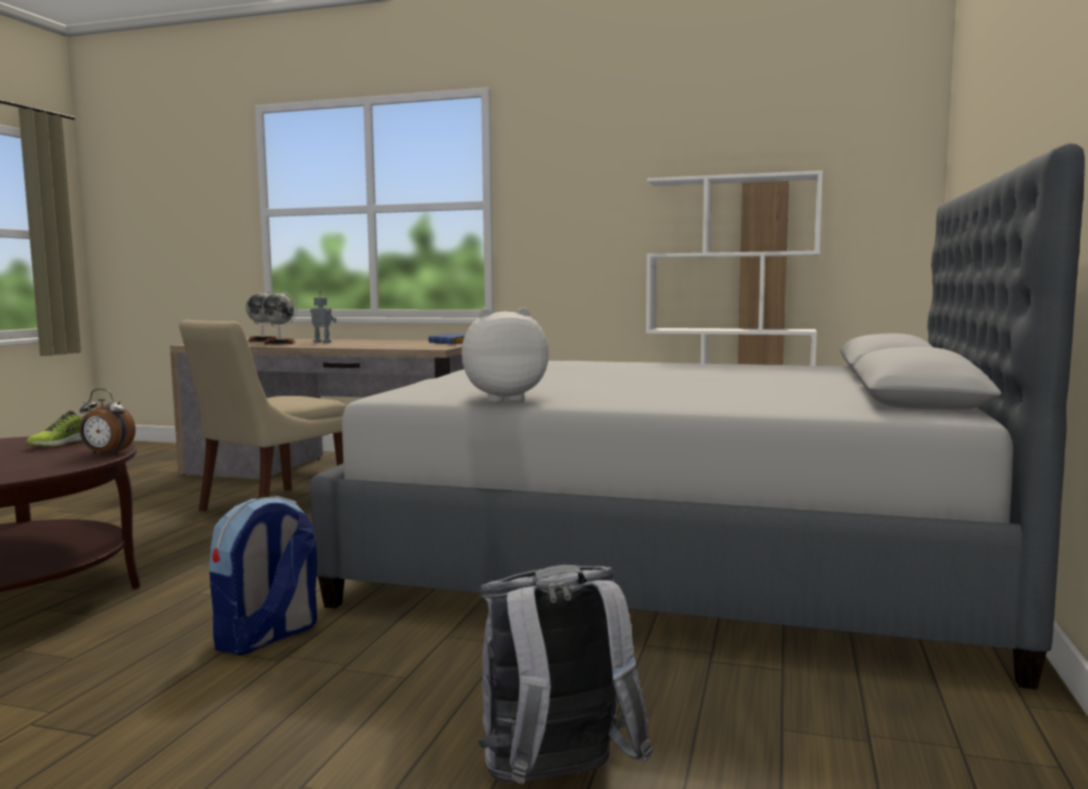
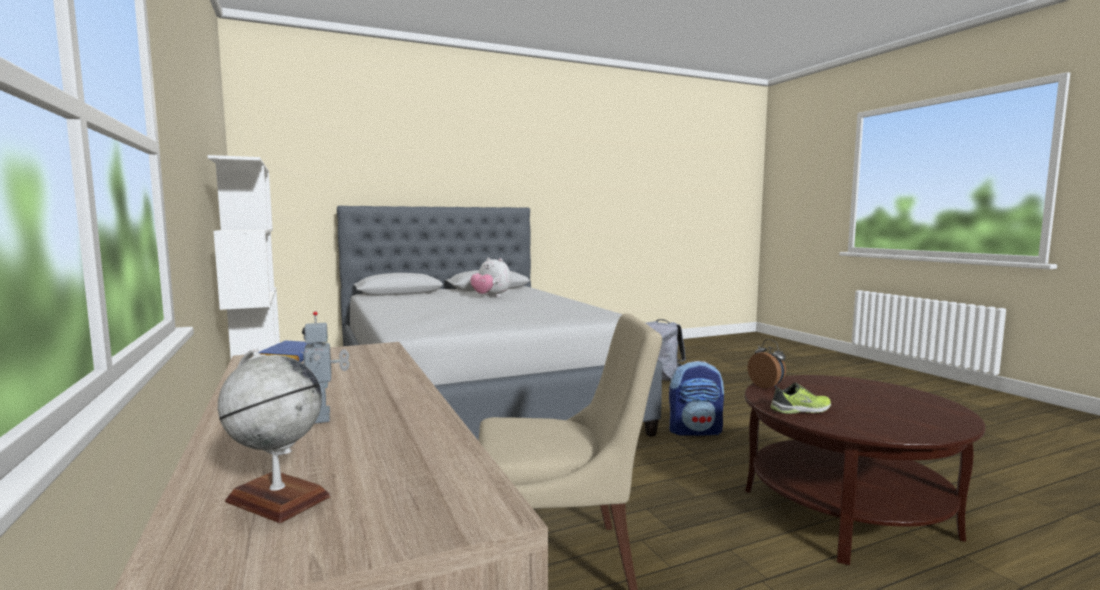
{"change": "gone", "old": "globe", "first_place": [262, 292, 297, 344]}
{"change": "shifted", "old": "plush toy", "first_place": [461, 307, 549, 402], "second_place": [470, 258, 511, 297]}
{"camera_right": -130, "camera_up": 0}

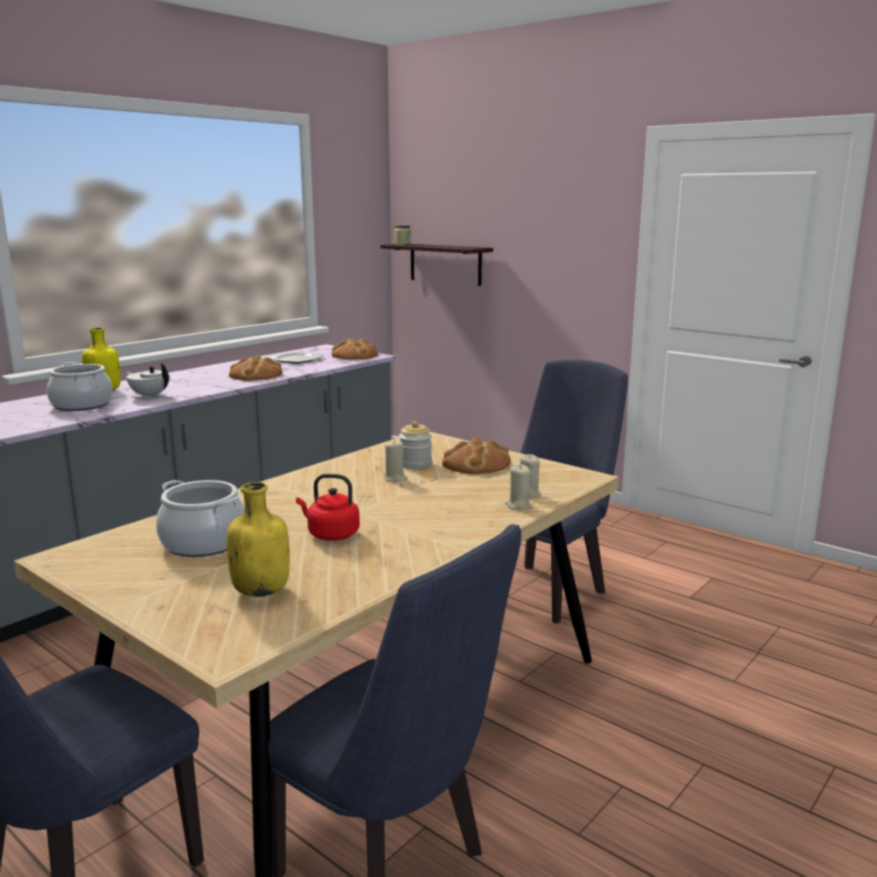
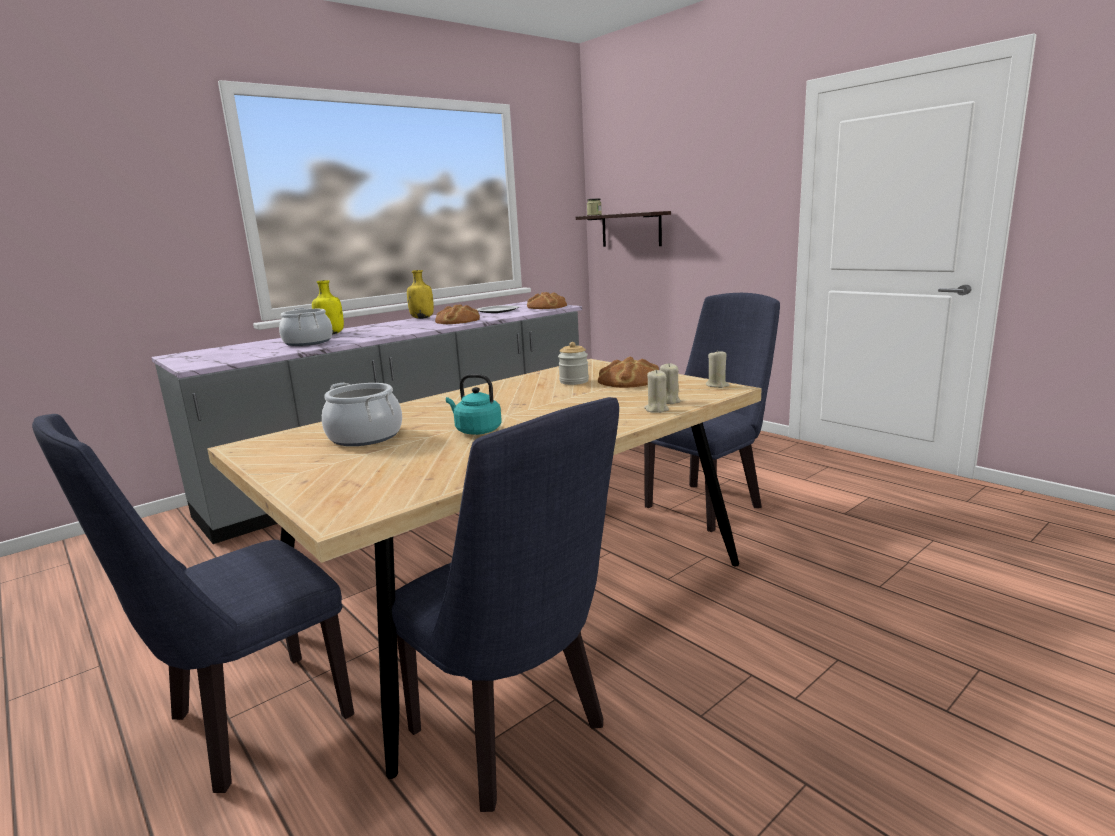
{"change": "gone", "old": "teapot (white)", "first_place": [126, 363, 170, 398]}
{"change": "shifted", "old": "candle (beige)", "first_place": [383, 440, 408, 482], "second_place": [706, 349, 729, 388]}
{"change": "repainted", "old": "kettle (red)", "new": "kettle (turquoise)", "first_place": [296, 474, 360, 541], "second_place": [446, 374, 502, 435]}
{"change": "shifted", "old": "bottle (yellow)", "first_place": [227, 482, 290, 597], "second_place": [407, 270, 434, 319]}
{"camera_right": 10, "camera_up": 0}

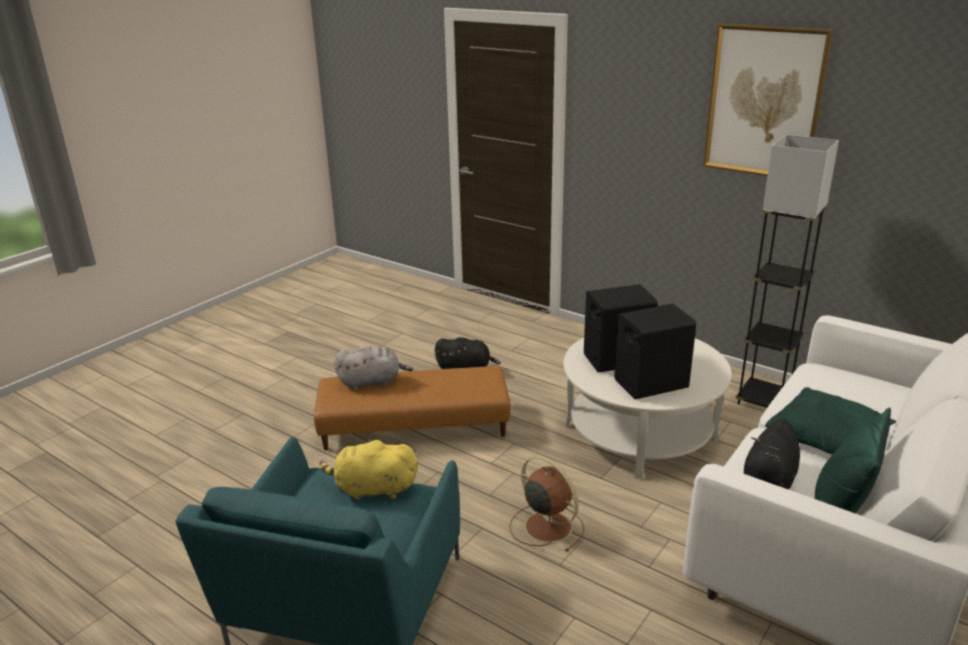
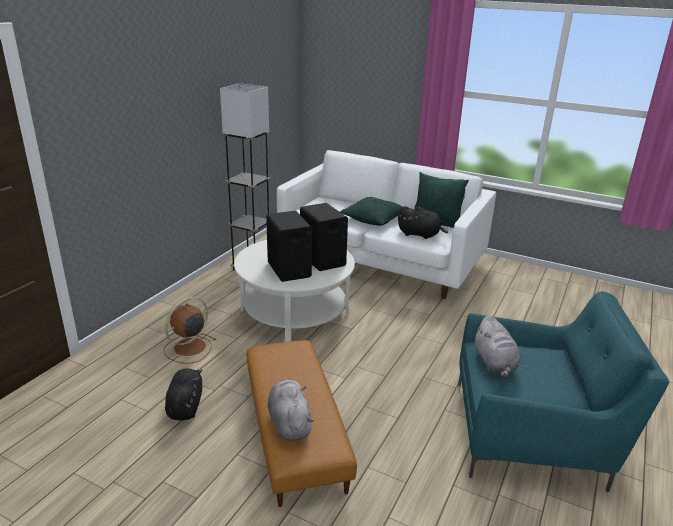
{"change": "gone", "old": "picture", "first_place": [703, 24, 833, 176]}
{"change": "repainted", "old": "plush toy (yellow)", "new": "plush toy (grey)", "first_place": [320, 438, 418, 501], "second_place": [475, 315, 520, 378]}
{"change": "shifted", "old": "fan (brown)", "first_place": [510, 456, 584, 552], "second_place": [164, 297, 216, 364]}
{"camera_right": -100, "camera_up": 0}

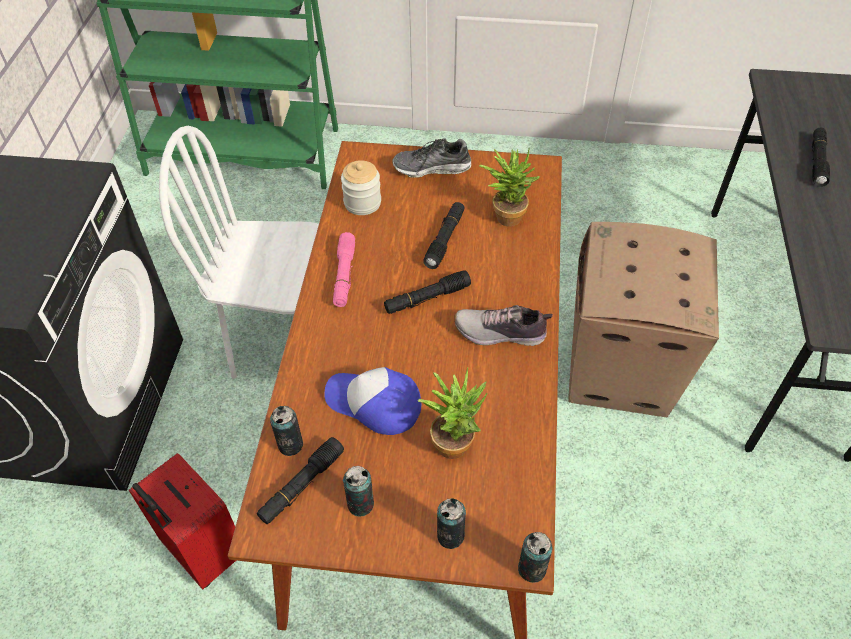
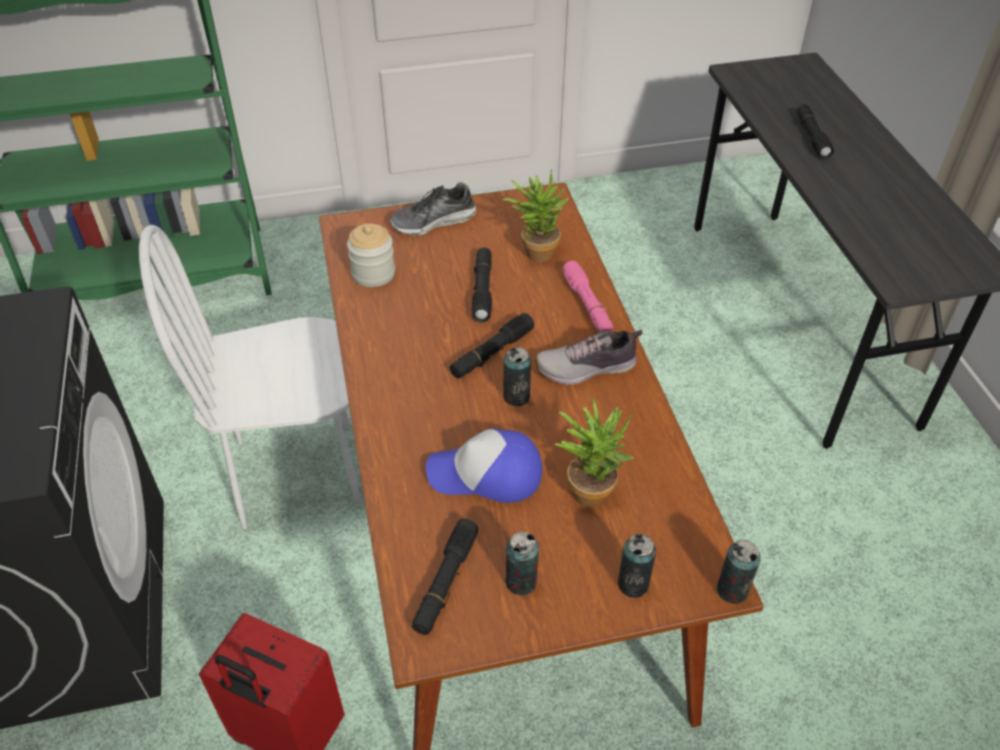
{"change": "gone", "old": "cardboard box", "first_place": [568, 222, 719, 418]}
{"change": "shifted", "old": "flashlight (pink)", "first_place": [333, 232, 355, 307], "second_place": [563, 261, 613, 332]}
{"change": "shifted", "old": "can", "first_place": [270, 406, 303, 456], "second_place": [503, 347, 531, 406]}
{"camera_right": -20, "camera_up": -5}

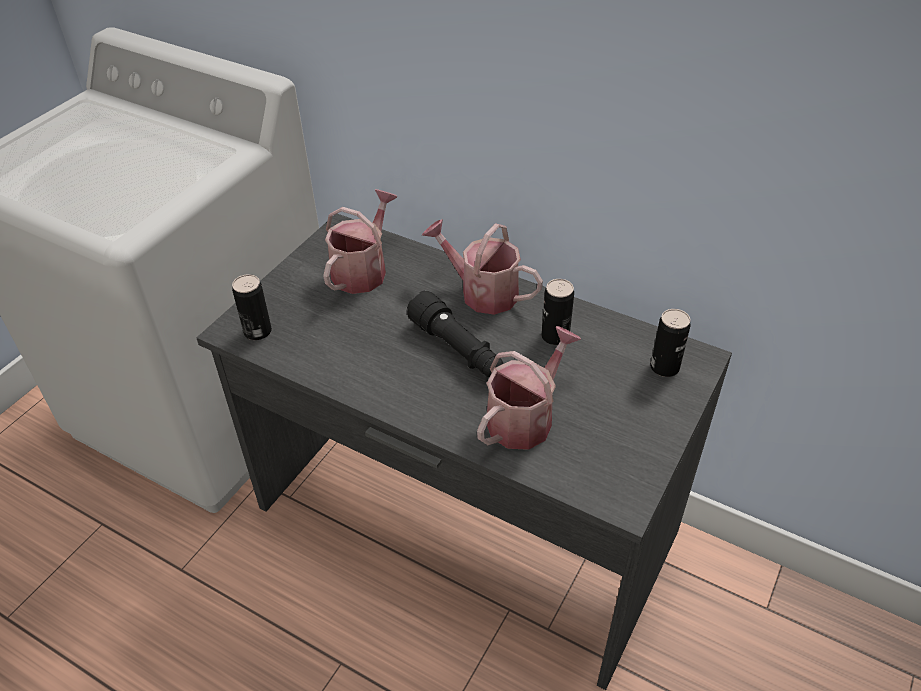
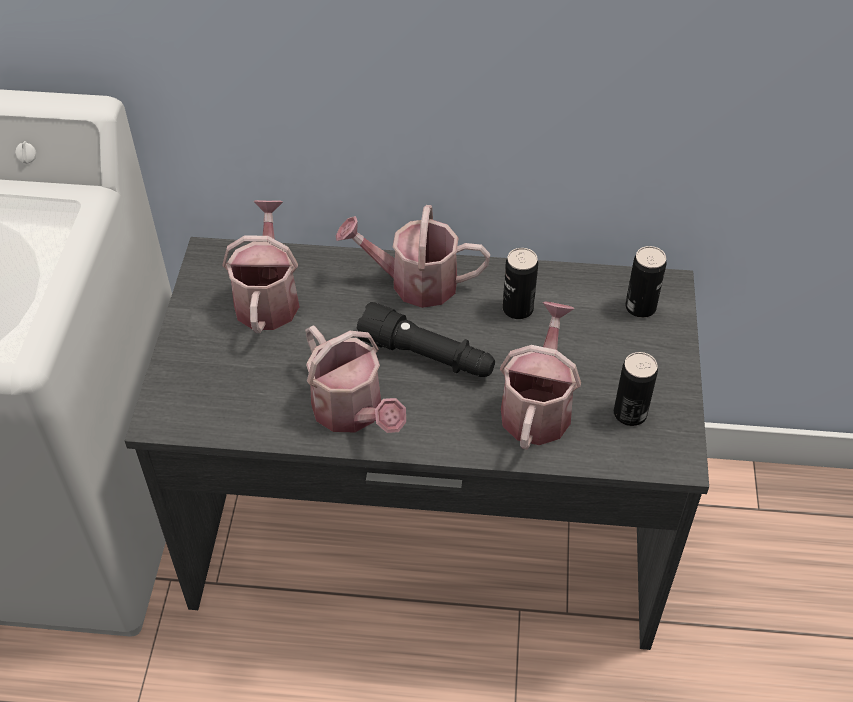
{"change": "shifted", "old": "can", "first_place": [232, 274, 272, 340], "second_place": [614, 352, 658, 426]}
{"change": "new", "new": "watering can", "second_place": [305, 325, 406, 433]}
{"camera_right": -25, "camera_up": 5}

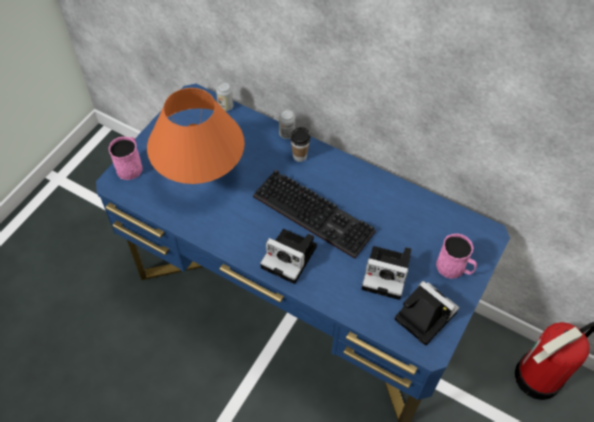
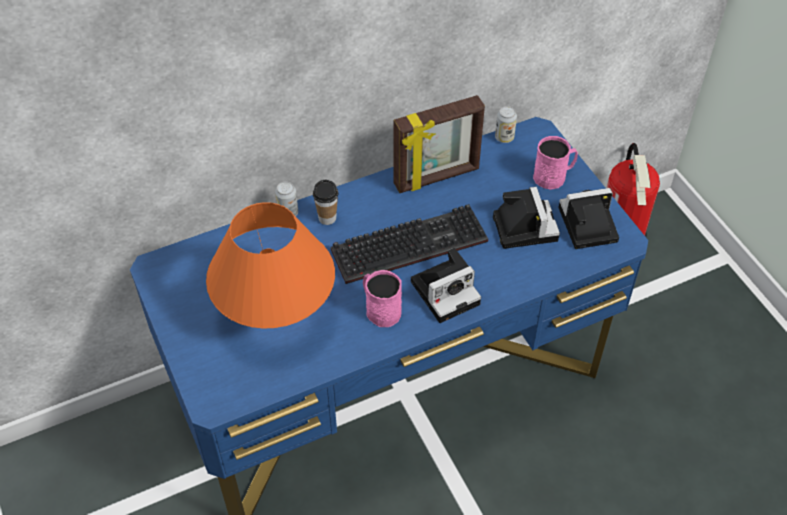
{"change": "shifted", "old": "can", "first_place": [216, 82, 234, 111], "second_place": [495, 106, 517, 143]}
{"change": "shifted", "old": "mug (pink)", "first_place": [109, 137, 143, 180], "second_place": [363, 270, 402, 327]}
{"change": "rotated", "old": "photo camera", "first_place": [362, 246, 412, 300], "second_place": [493, 187, 560, 249], "degrees": -60}
{"change": "new", "new": "picture frame", "second_place": [394, 95, 485, 193]}
{"camera_right": -55, "camera_up": -5}

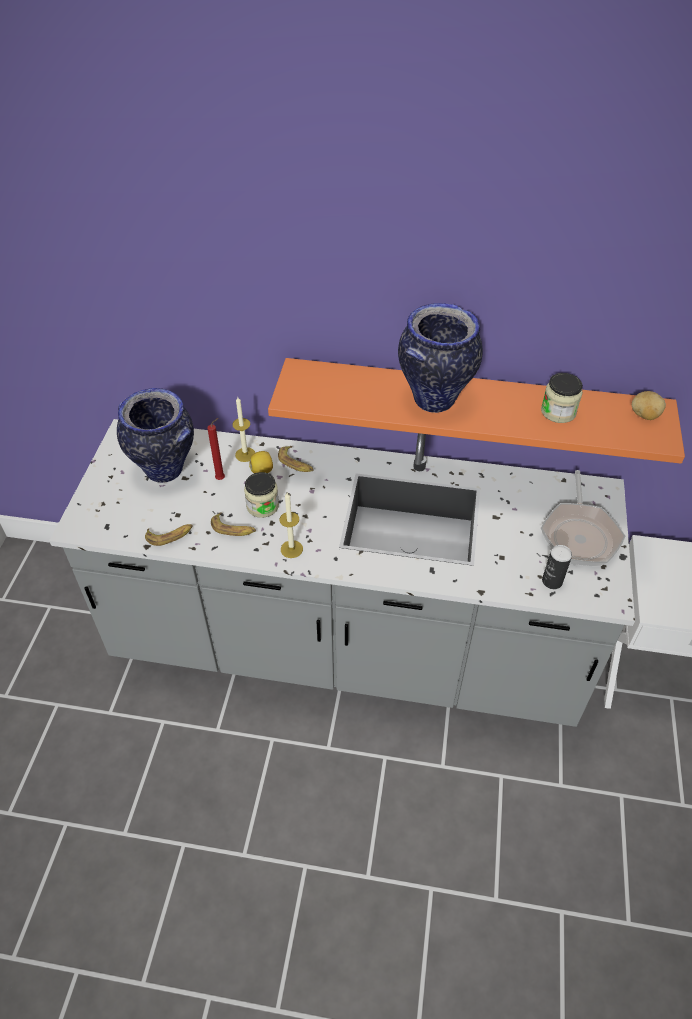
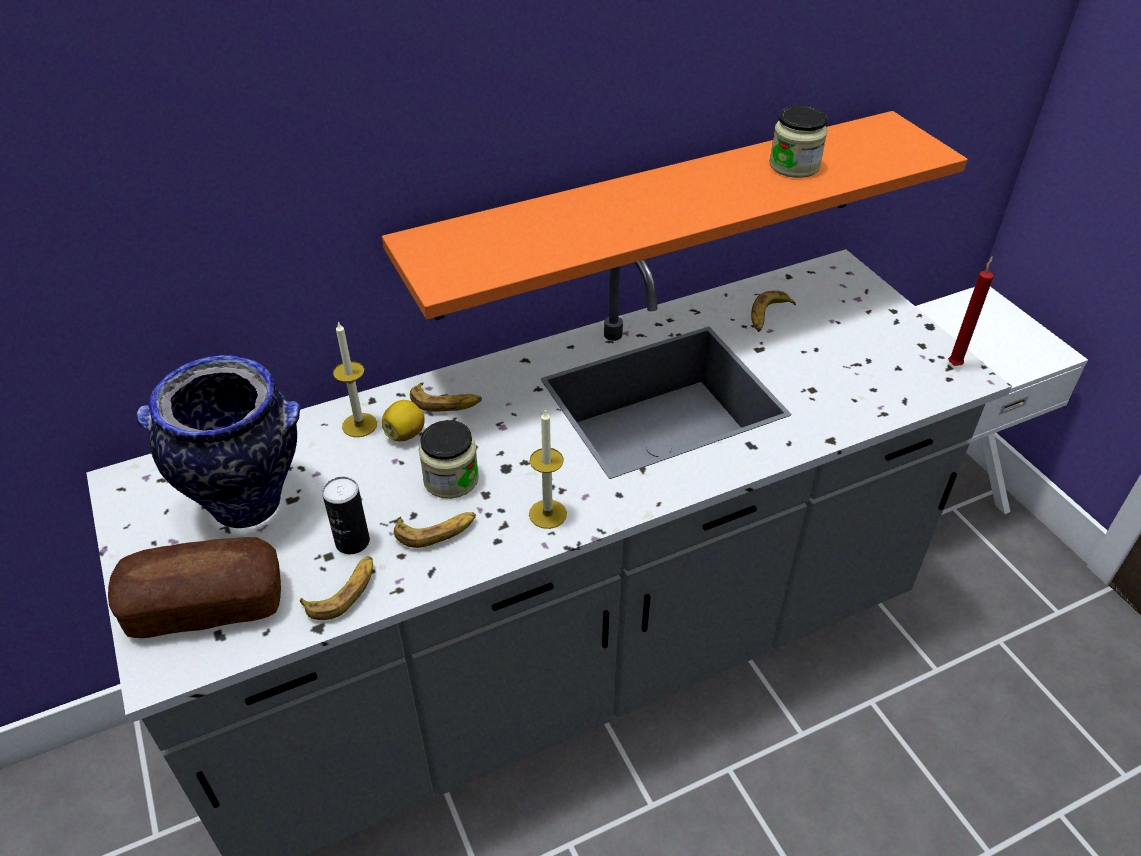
{"change": "gone", "old": "vase", "first_place": [398, 303, 483, 413]}
{"change": "gone", "old": "potato", "first_place": [632, 391, 666, 420]}
{"change": "shifted", "old": "candle (red)", "first_place": [207, 418, 225, 480], "second_place": [948, 256, 993, 366]}
{"change": "gone", "old": "frying pan", "first_place": [541, 470, 626, 566]}
{"change": "shifted", "old": "can", "first_place": [542, 545, 572, 589], "second_place": [322, 477, 370, 554]}
{"change": "new", "new": "banana", "second_place": [751, 291, 796, 332]}
{"change": "new", "new": "bread", "second_place": [108, 537, 281, 638]}
{"camera_right": -35, "camera_up": -5}

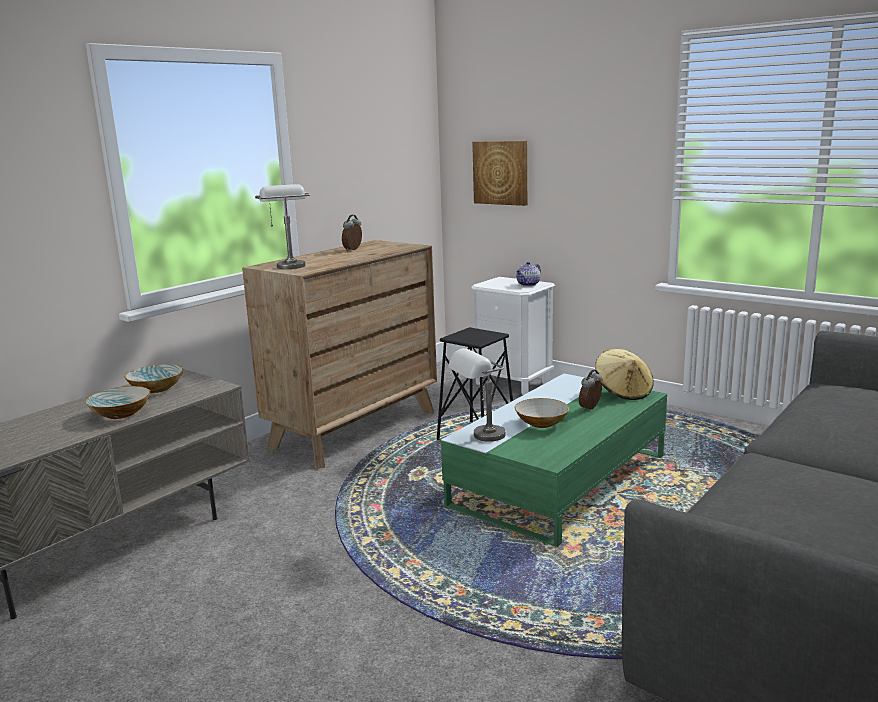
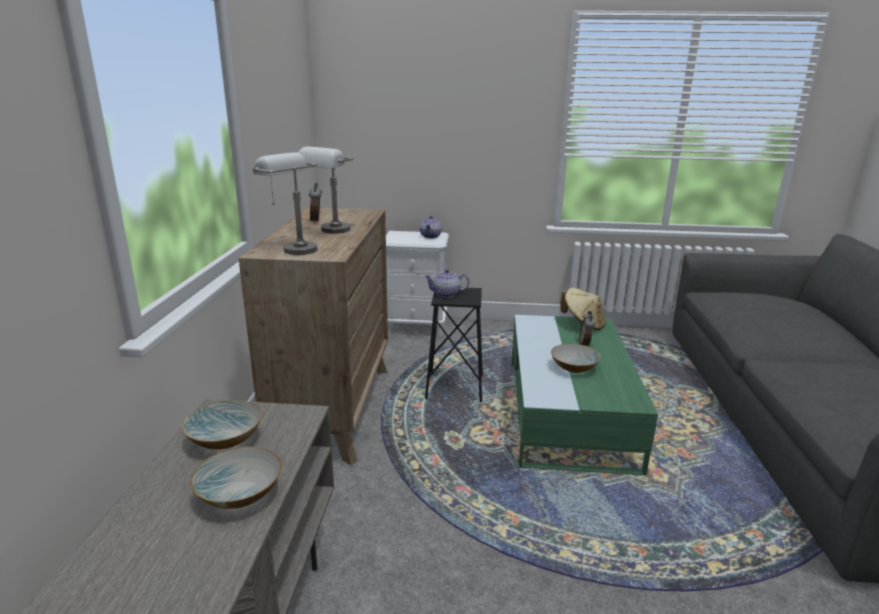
{"change": "gone", "old": "picture", "first_place": [472, 141, 527, 206]}
{"change": "shifted", "old": "table lamp (grey)", "first_place": [448, 348, 505, 442], "second_place": [298, 147, 354, 234]}
{"change": "new", "new": "teapot", "second_place": [425, 269, 469, 298]}
{"camera_right": -35, "camera_up": 5}

